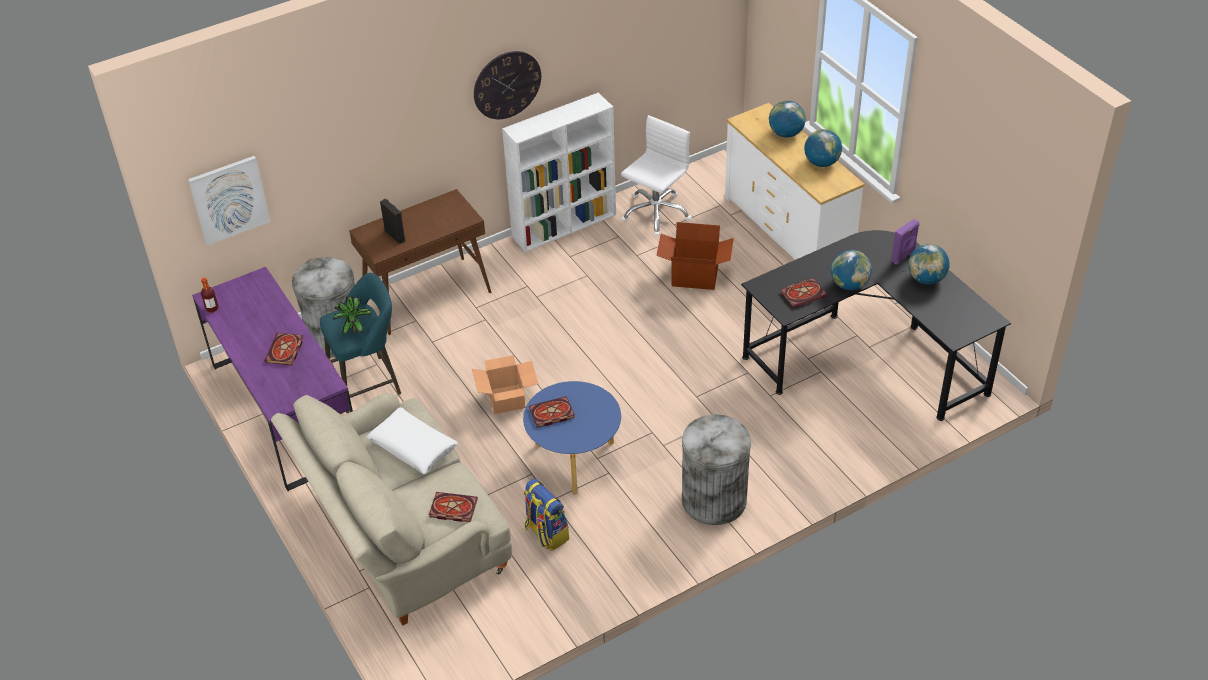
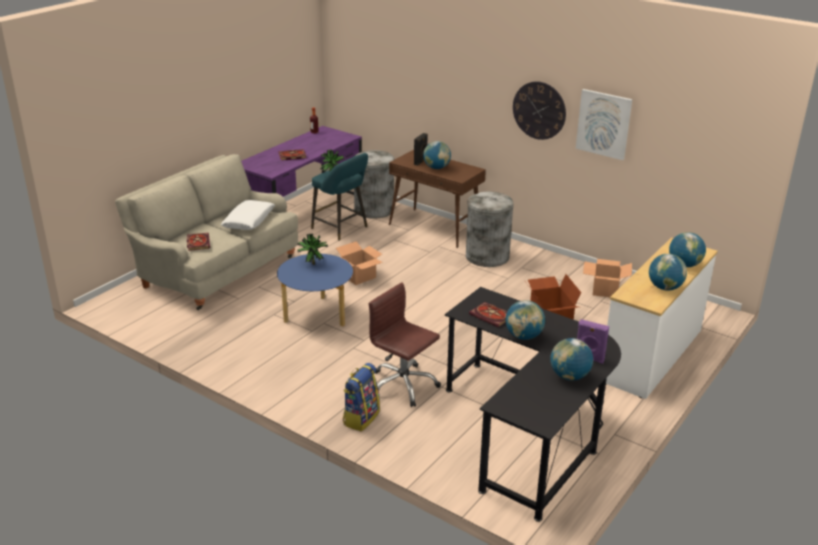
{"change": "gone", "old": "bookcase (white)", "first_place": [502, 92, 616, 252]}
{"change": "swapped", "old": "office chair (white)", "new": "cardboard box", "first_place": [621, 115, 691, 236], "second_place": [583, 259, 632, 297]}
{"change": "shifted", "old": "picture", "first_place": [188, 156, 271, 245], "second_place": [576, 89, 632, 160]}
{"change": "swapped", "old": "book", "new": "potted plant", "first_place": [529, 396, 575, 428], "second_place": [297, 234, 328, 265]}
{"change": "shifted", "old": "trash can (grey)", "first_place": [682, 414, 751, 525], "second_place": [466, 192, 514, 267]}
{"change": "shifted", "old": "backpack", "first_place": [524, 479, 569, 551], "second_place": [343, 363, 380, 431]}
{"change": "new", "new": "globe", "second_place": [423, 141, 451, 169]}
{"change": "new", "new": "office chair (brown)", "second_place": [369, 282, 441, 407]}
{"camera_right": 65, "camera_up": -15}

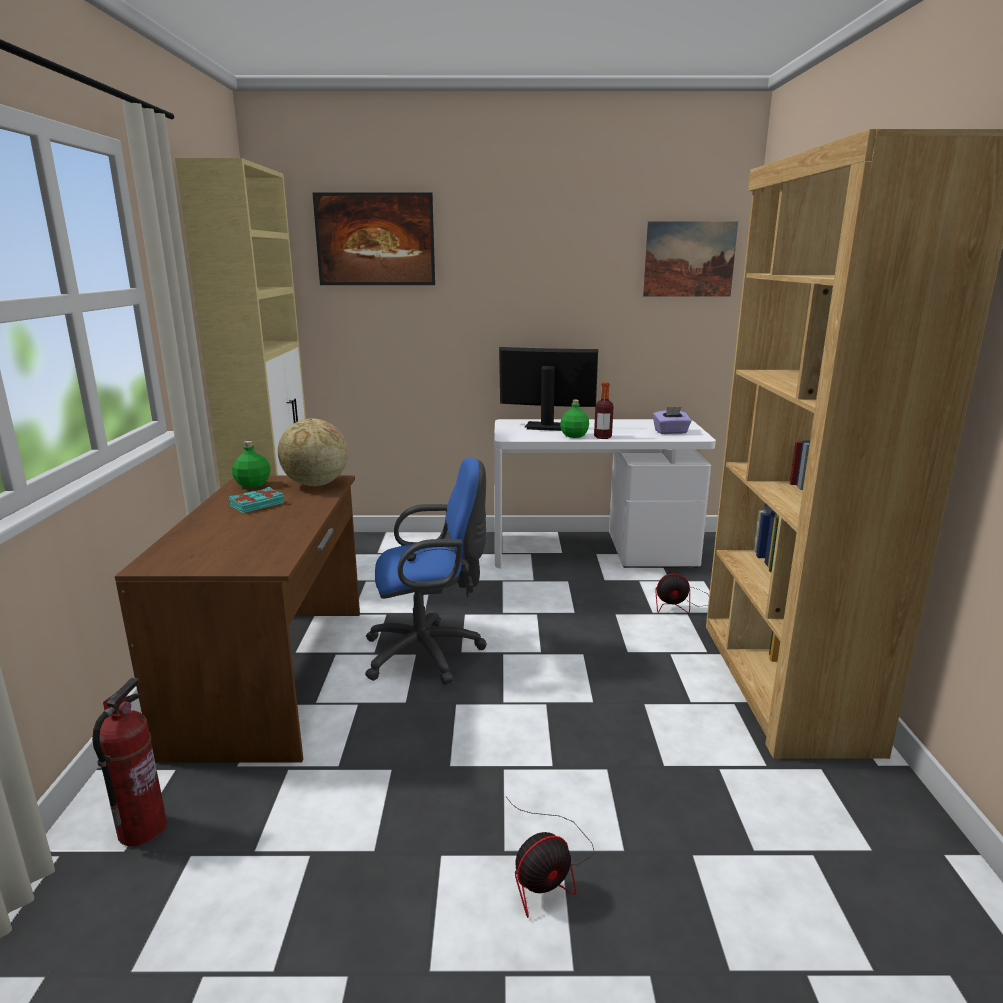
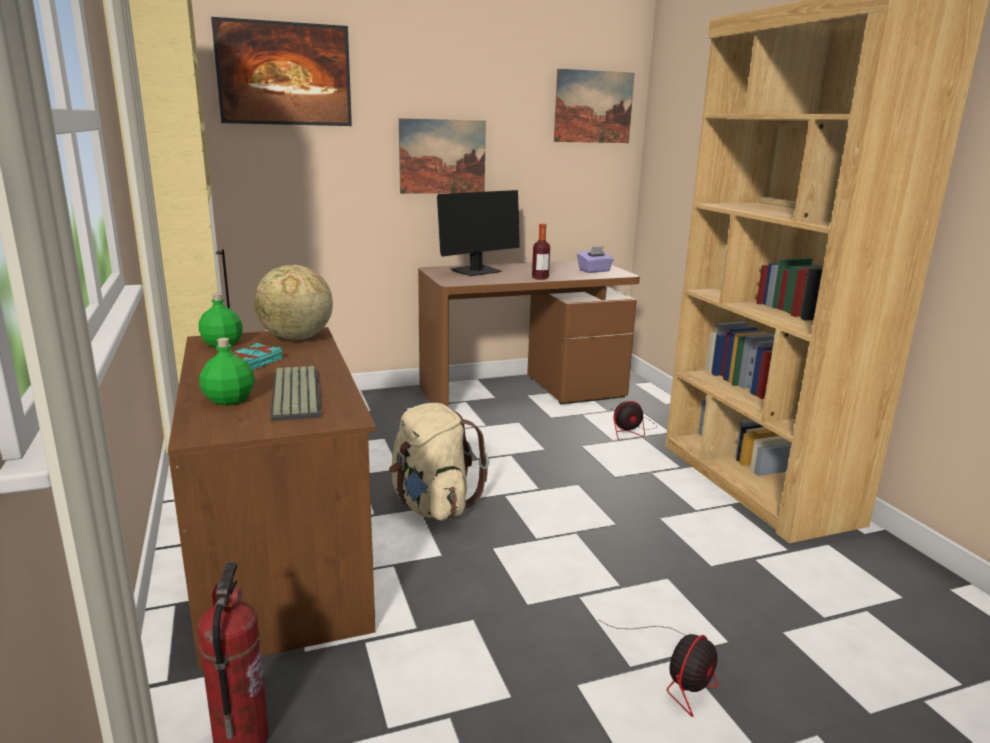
{"change": "rotated", "old": "monitor", "first_place": [499, 347, 598, 431], "second_place": [437, 190, 520, 276], "degrees": 150}
{"change": "shifted", "old": "bottle (green)", "first_place": [560, 400, 589, 438], "second_place": [200, 338, 255, 405]}
{"change": "repainted", "old": "desk (white)", "new": "desk (brown)", "first_place": [494, 419, 716, 568], "second_place": [418, 261, 640, 407]}
{"change": "swapped", "old": "office chair (blue)", "new": "backpack (beige)", "first_place": [365, 458, 487, 685], "second_place": [389, 403, 489, 521]}
{"change": "new", "new": "picture", "second_place": [399, 118, 486, 194]}
{"change": "new", "new": "keyboard", "second_place": [271, 366, 322, 421]}
{"camera_right": -20, "camera_up": 0}

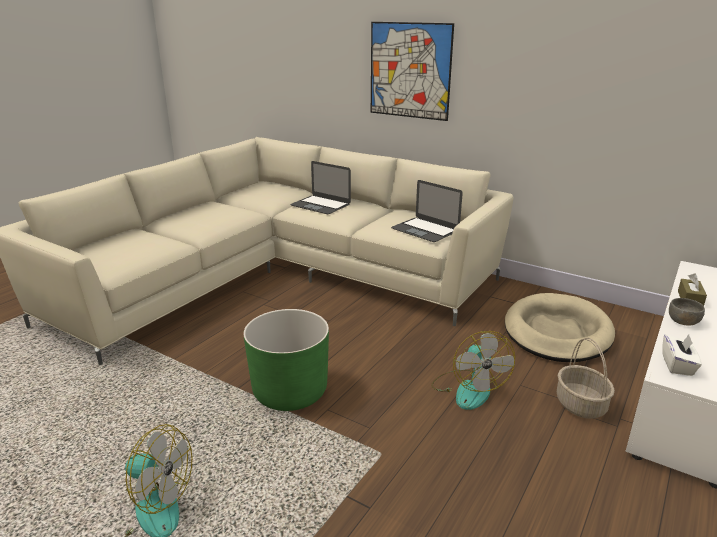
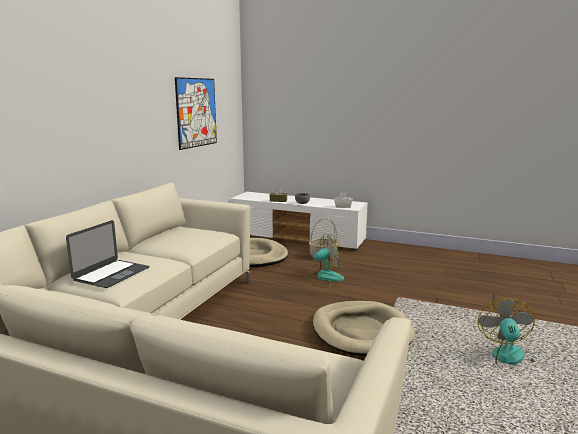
{"change": "shifted", "old": "picture", "first_place": [371, 22, 454, 121], "second_place": [175, 77, 217, 150]}
{"change": "gone", "old": "laptop", "first_place": [391, 180, 463, 242]}
{"change": "swapped", "old": "planter (green)", "new": "dog bed (beige)", "first_place": [243, 309, 329, 411], "second_place": [313, 301, 415, 356]}
{"camera_right": -100, "camera_up": -10}

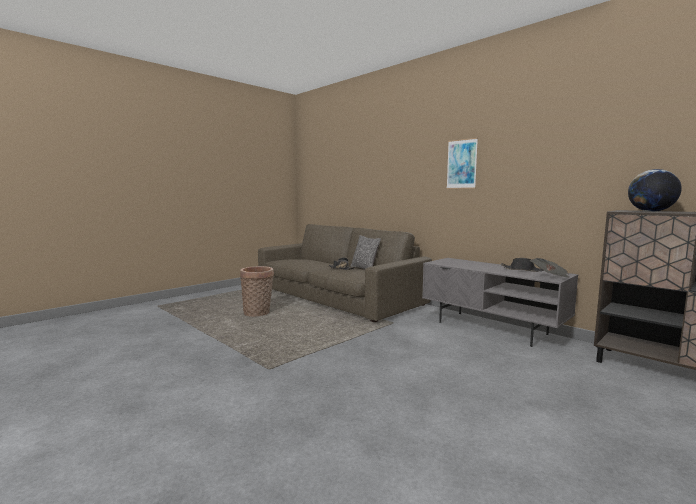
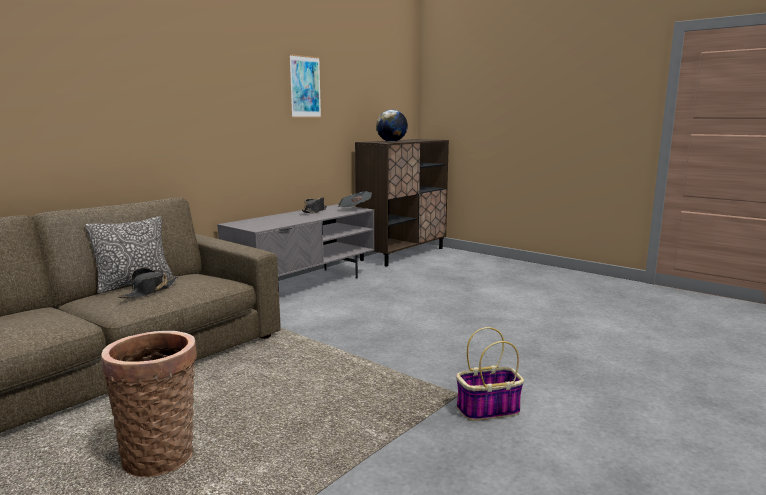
{"change": "shifted", "old": "picture", "first_place": [446, 138, 478, 189], "second_place": [289, 54, 321, 118]}
{"change": "new", "new": "basket", "second_place": [456, 327, 524, 421]}
{"camera_right": -95, "camera_up": 5}

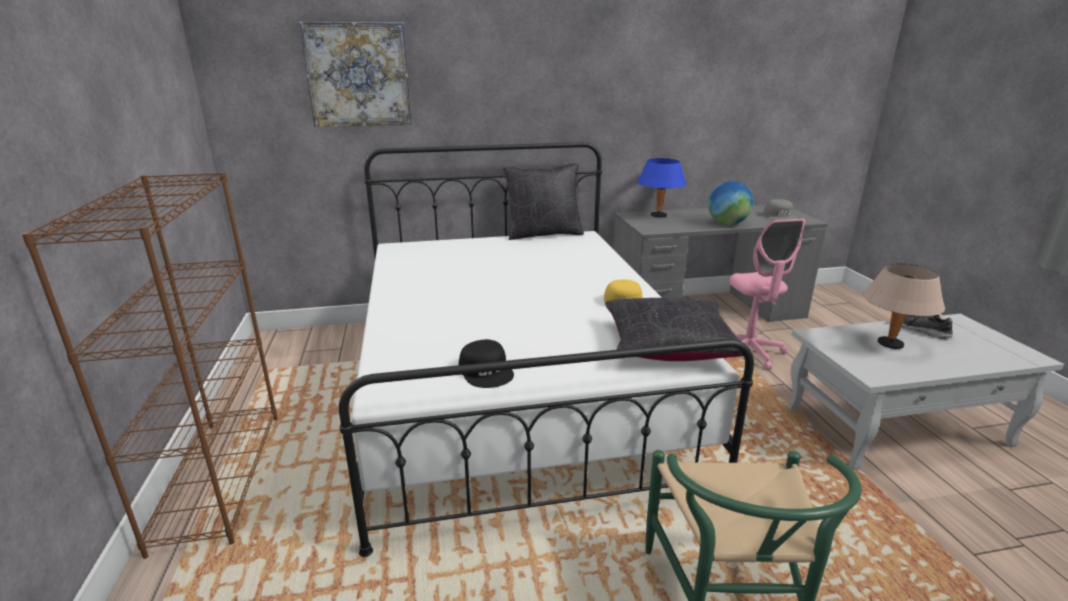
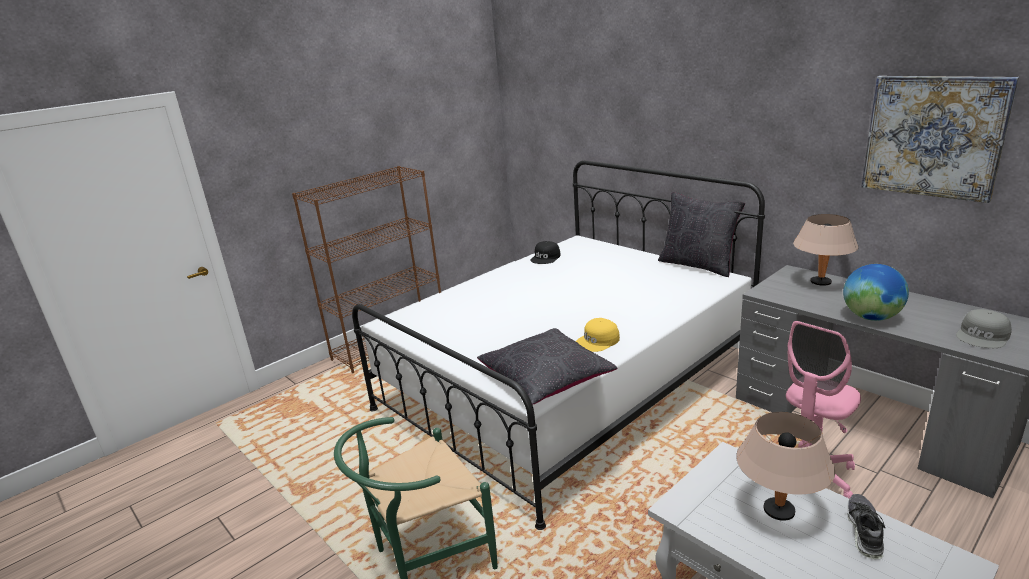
{"change": "shifted", "old": "picture", "first_place": [299, 22, 412, 127], "second_place": [861, 76, 1019, 203]}
{"change": "repainted", "old": "table lamp (blue)", "new": "table lamp (beige)", "first_place": [637, 158, 686, 217], "second_place": [793, 214, 859, 286]}
{"change": "shifted", "old": "cap (black)", "first_place": [459, 339, 514, 388], "second_place": [530, 241, 560, 264]}
{"camera_right": 60, "camera_up": 0}

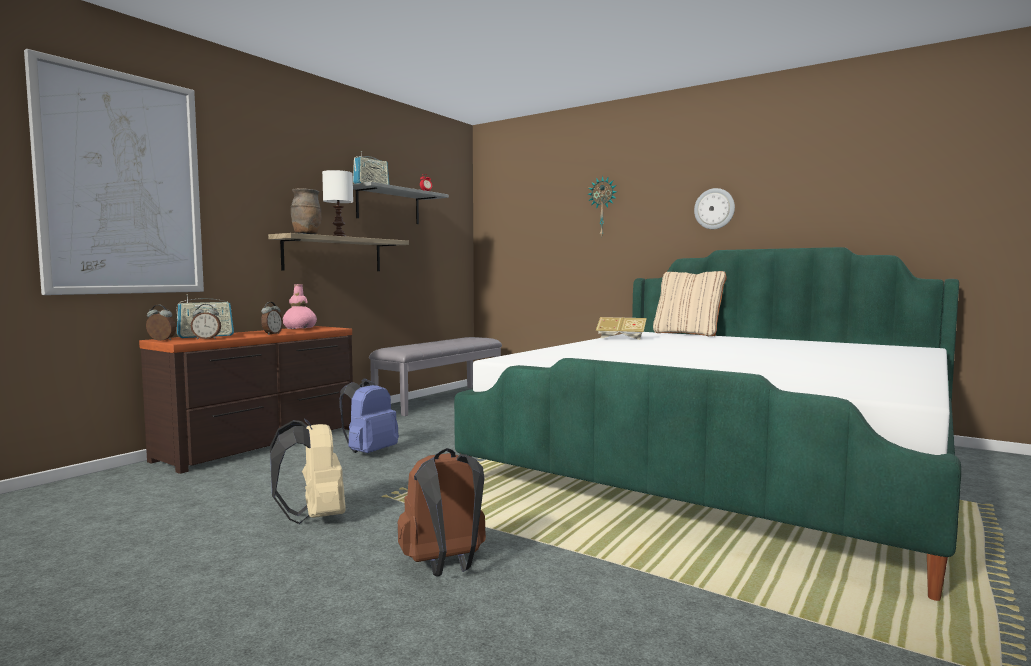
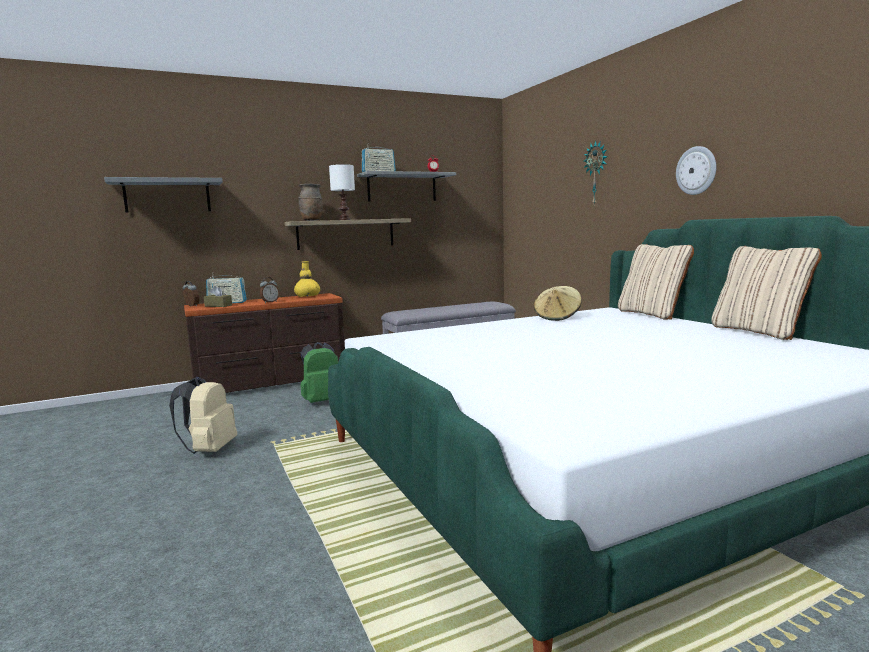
{"change": "swapped", "old": "picture", "new": "shelf (grey)", "first_place": [24, 49, 204, 295], "second_place": [104, 177, 223, 213]}
{"change": "repainted", "old": "vase (pink)", "new": "vase (yellow)", "first_place": [283, 284, 317, 329], "second_place": [294, 261, 320, 297]}
{"change": "swapped", "old": "alarm clock", "new": "tissue box (brown)", "first_place": [191, 304, 221, 340], "second_place": [204, 286, 232, 307]}
{"change": "swapped", "old": "book", "new": "hat (beige)", "first_place": [596, 317, 647, 340], "second_place": [534, 286, 582, 321]}
{"change": "repainted", "old": "backpack (blue)", "new": "backpack (green)", "first_place": [339, 378, 399, 453], "second_place": [300, 342, 338, 403]}
{"change": "gone", "old": "backpack (brown)", "first_place": [398, 448, 486, 576]}
{"change": "new", "new": "pillow (beige)", "second_place": [711, 246, 822, 340]}
{"camera_right": 30, "camera_up": 5}

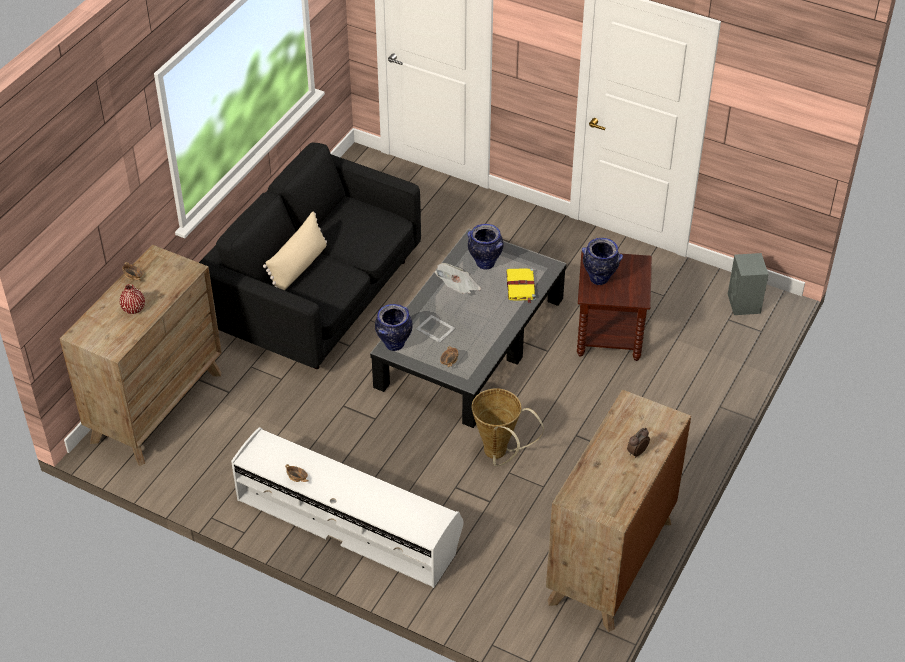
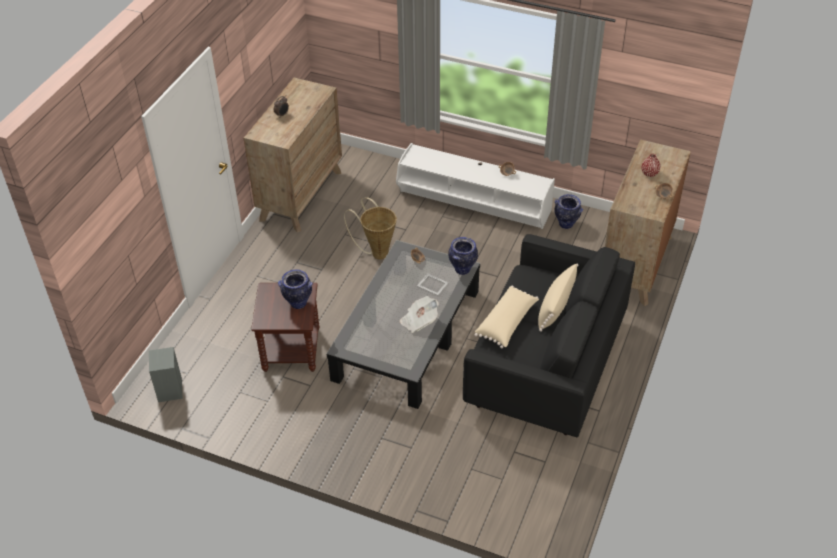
{"change": "shifted", "old": "vase", "first_place": [467, 224, 503, 270], "second_place": [554, 194, 583, 229]}
{"change": "gone", "old": "book (yellow)", "first_place": [507, 268, 536, 303]}
{"change": "new", "new": "pillow (beige)", "second_place": [474, 286, 539, 349]}
{"camera_right": 175, "camera_up": 0}

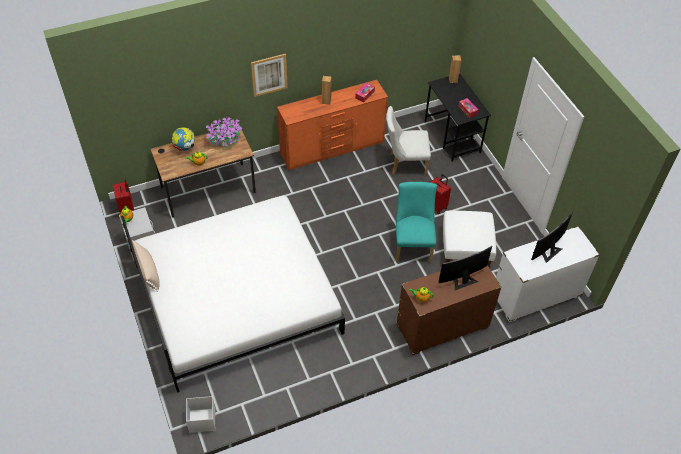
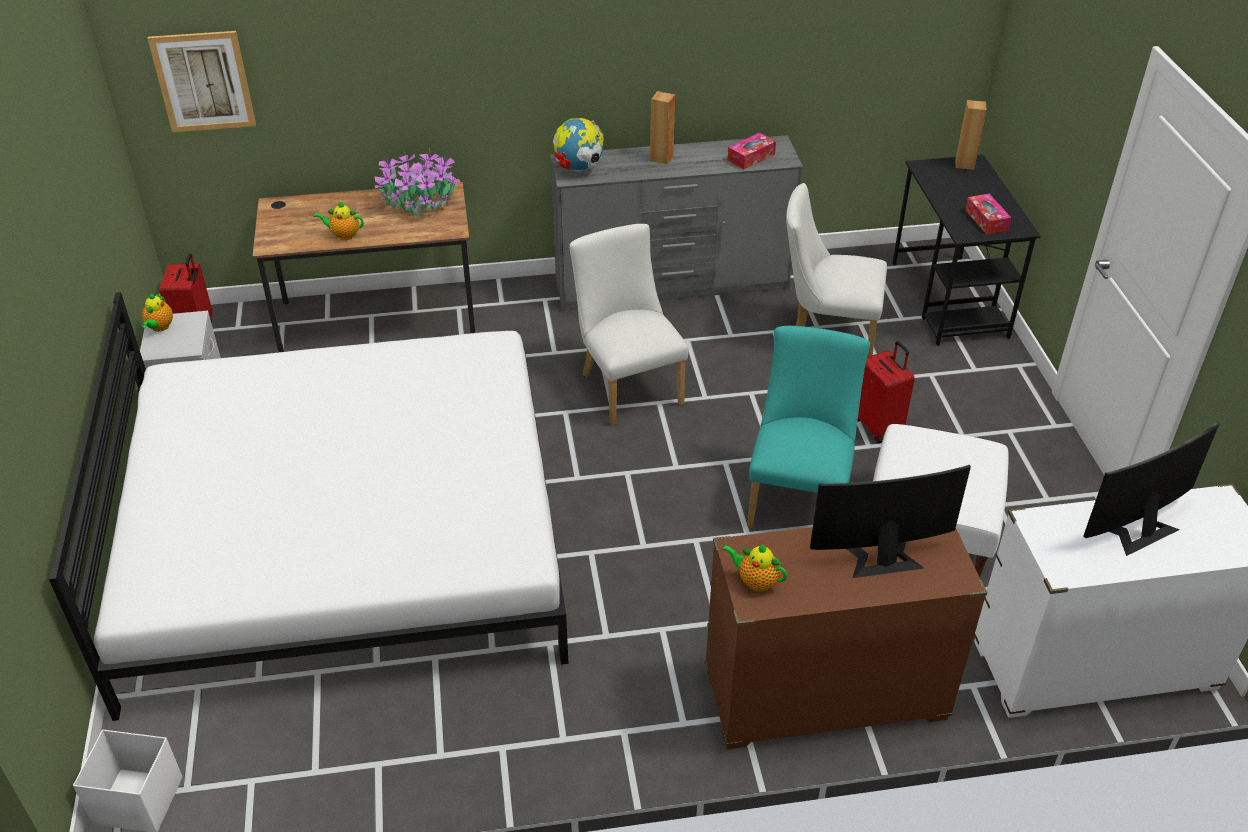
{"change": "shifted", "old": "picture", "first_place": [251, 54, 288, 97], "second_place": [148, 31, 256, 132]}
{"change": "repainted", "old": "dresser (orange)", "new": "dresser (grey)", "first_place": [277, 80, 388, 171], "second_place": [550, 135, 803, 311]}
{"change": "shifted", "old": "globe", "first_place": [171, 127, 195, 151], "second_place": [553, 118, 604, 171]}
{"change": "gone", "old": "pillow (beige)", "first_place": [132, 240, 160, 292]}
{"change": "new", "new": "chair (white)", "second_place": [569, 224, 689, 425]}
{"camera_right": 15, "camera_up": -10}

